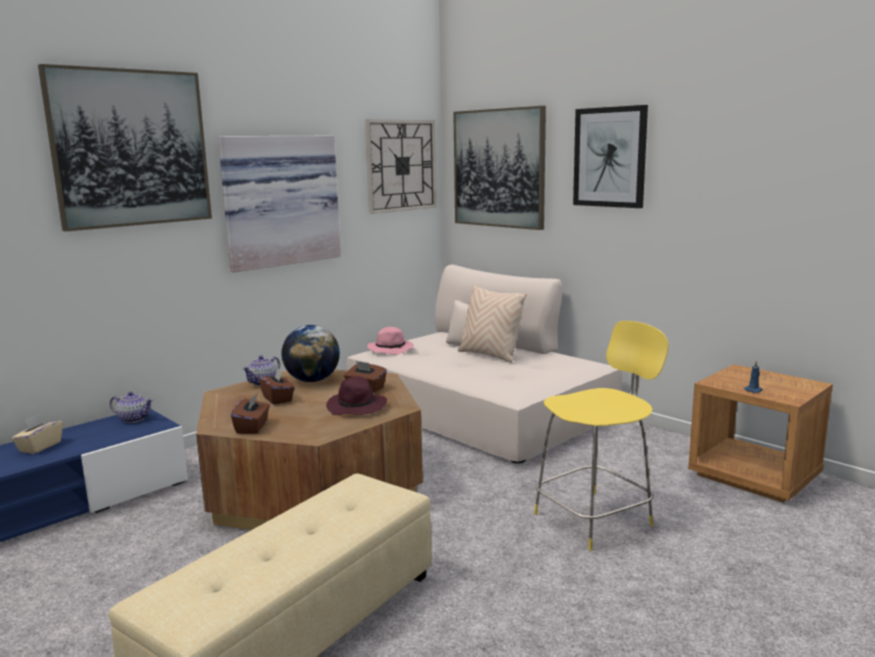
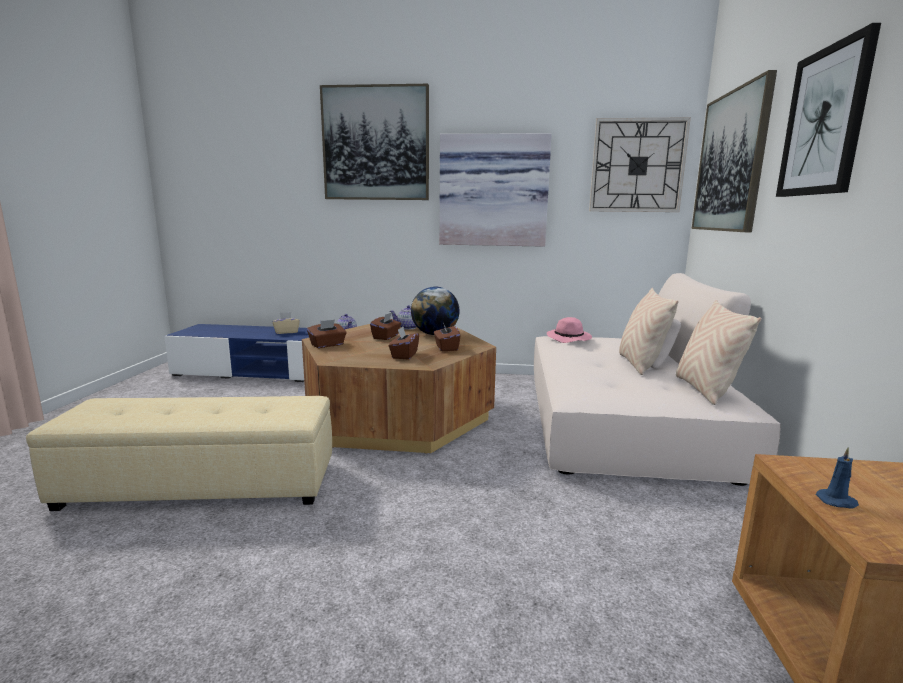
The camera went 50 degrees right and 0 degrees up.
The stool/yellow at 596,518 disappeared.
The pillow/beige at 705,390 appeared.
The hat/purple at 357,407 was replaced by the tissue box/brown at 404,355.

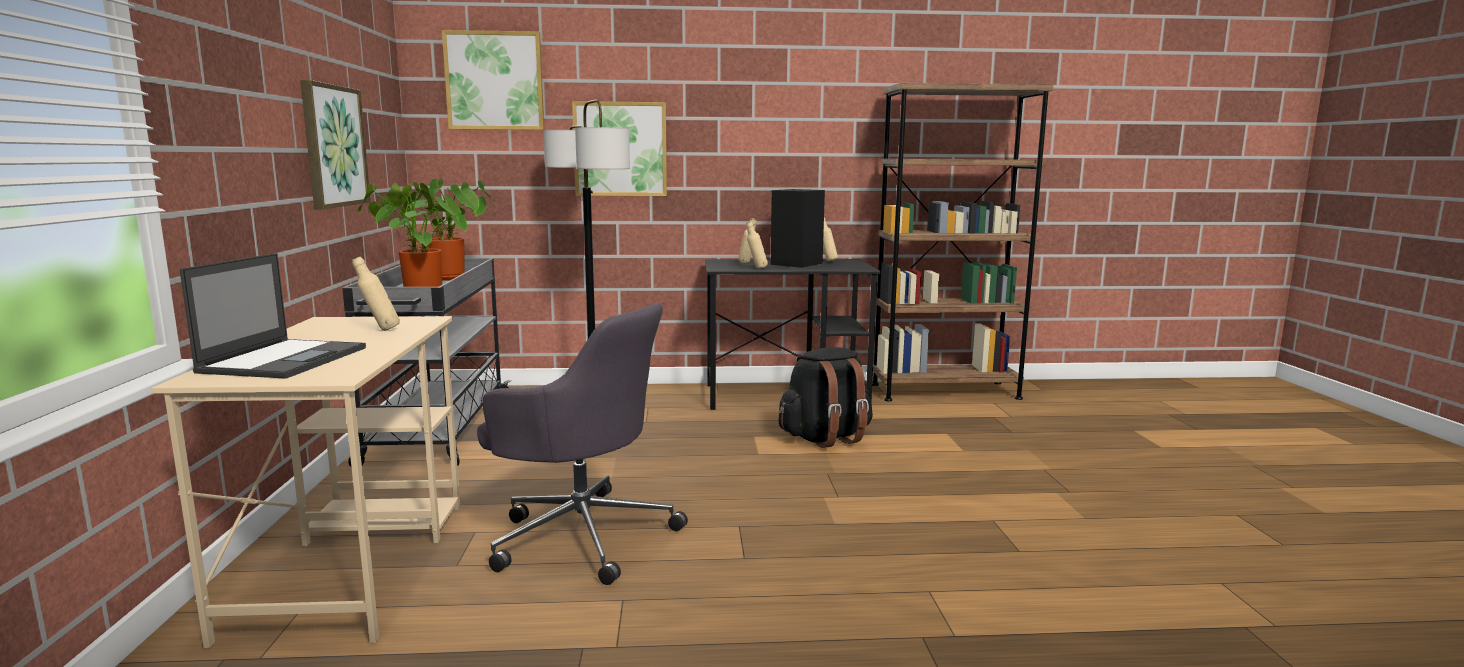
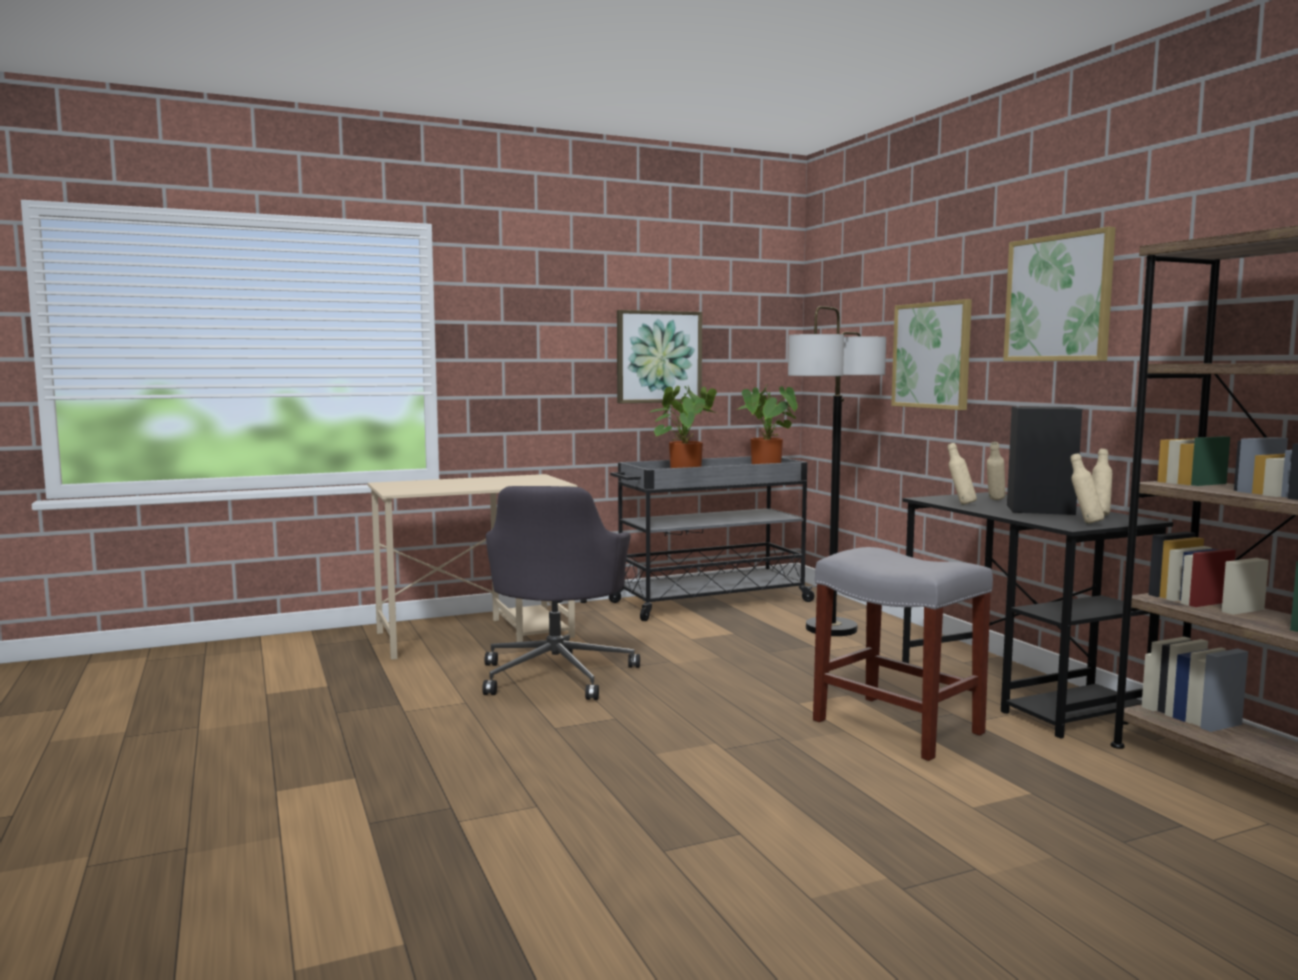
The camera went 70 degrees right and 5 degrees down.
The laptop at 285,359 disappeared.
The bottle/beige moved from 380,330 to 1084,523.
The picture moved from 494,81 to 1059,298.
The backpack/black at 825,438 was replaced by the stool/grey at 895,726.

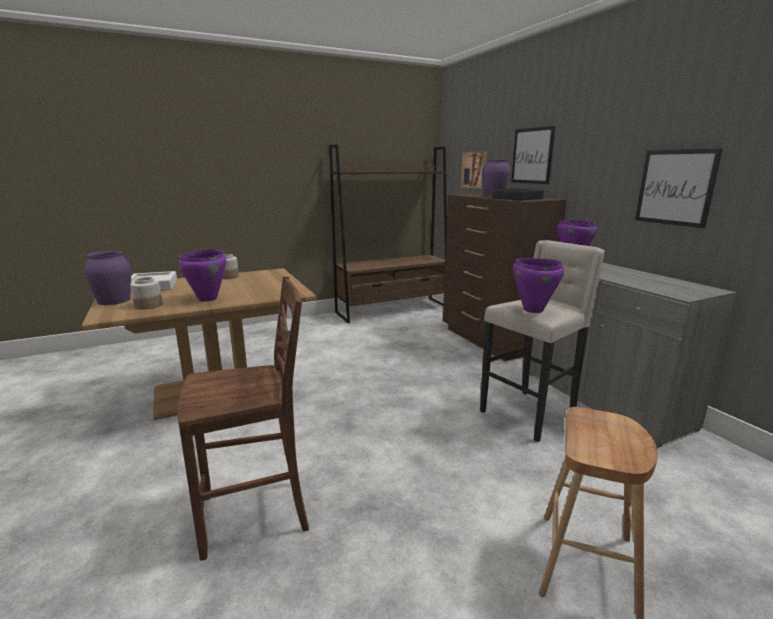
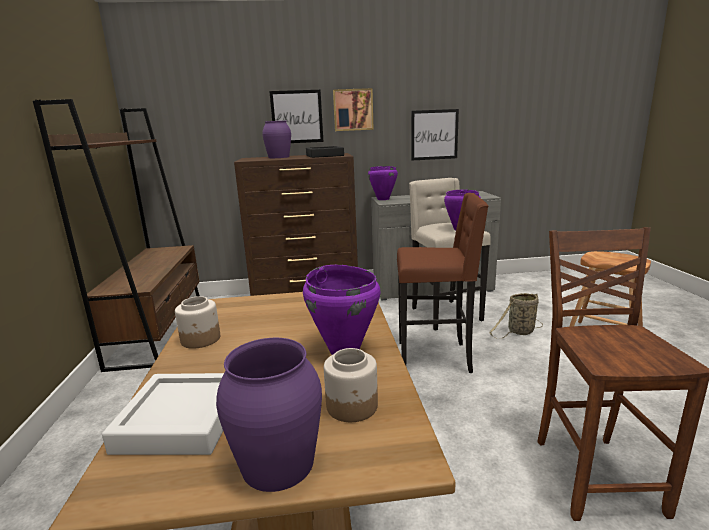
The camera went 70 degrees left and 0 degrees up.
The stool/brown at 435,358 appeared.
The basket at 519,332 appeared.
The picture moved from 475,170 to 353,110.

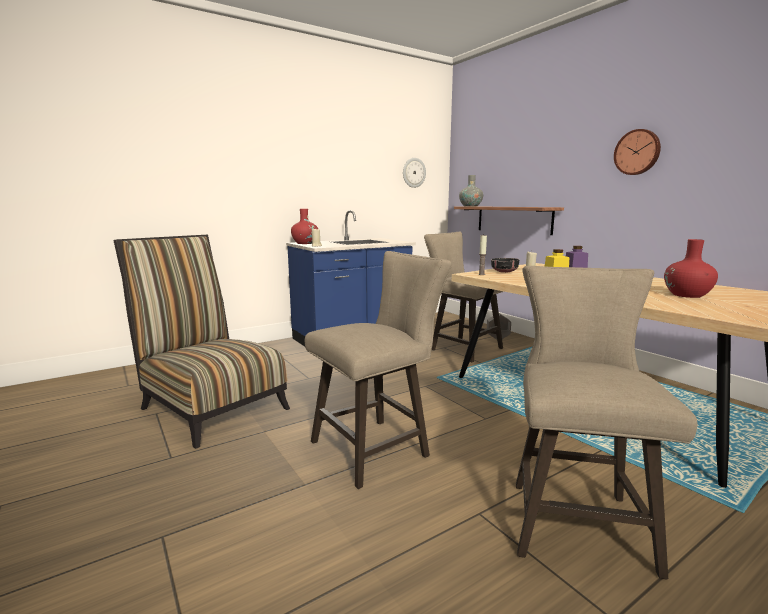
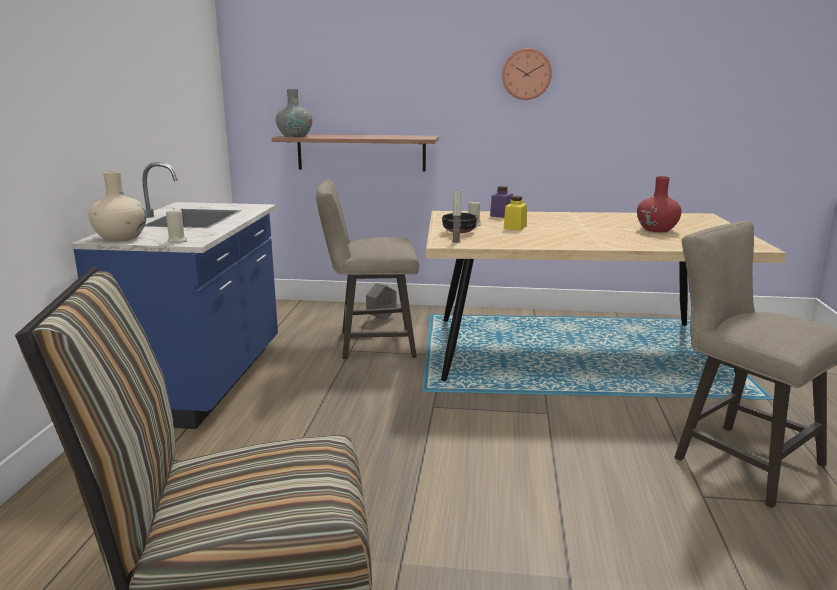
The camera went 50 degrees left and 5 degrees up.
The stool/beige at 377,447 disappeared.
The wall clock at 413,172 disappeared.
The vase/red at 305,243 became the vase/beige at 121,238.

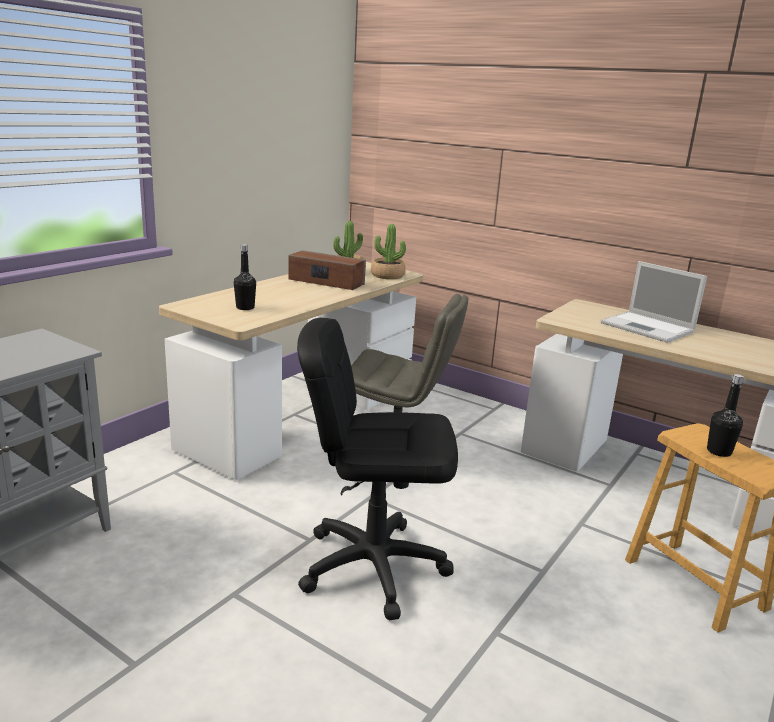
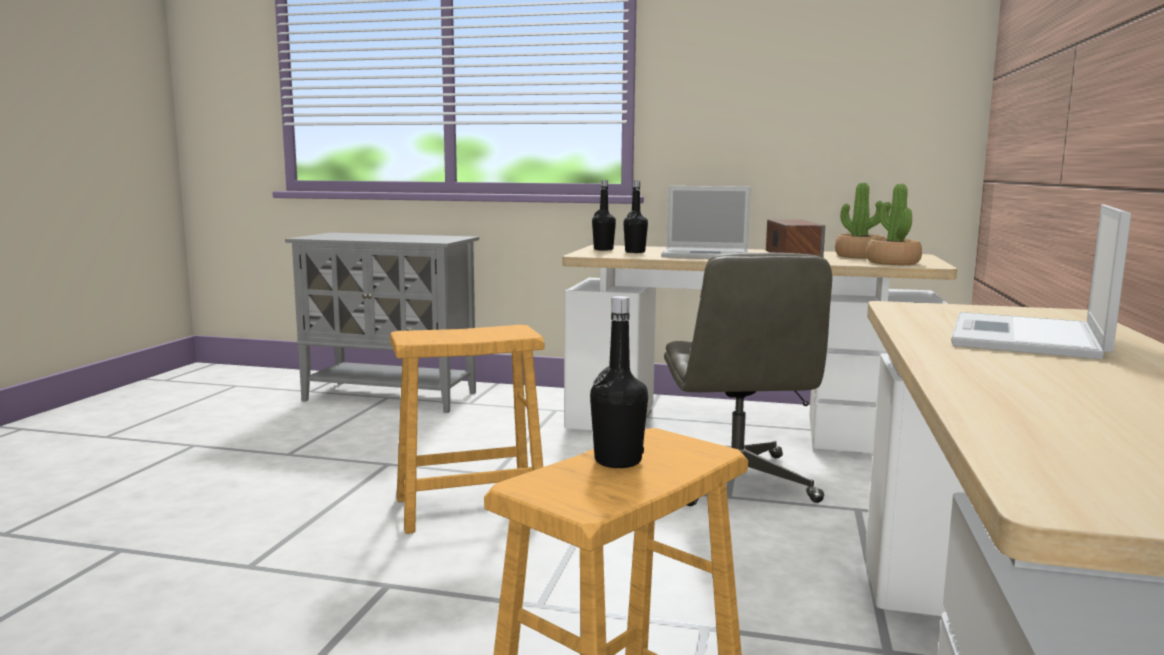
The camera went 70 degrees right and 10 degrees down.
The bottle/black at 603,249 appeared.
The laptop at 707,255 appeared.
The office chair/black at 373,566 was replaced by the stool/brown at 470,506.

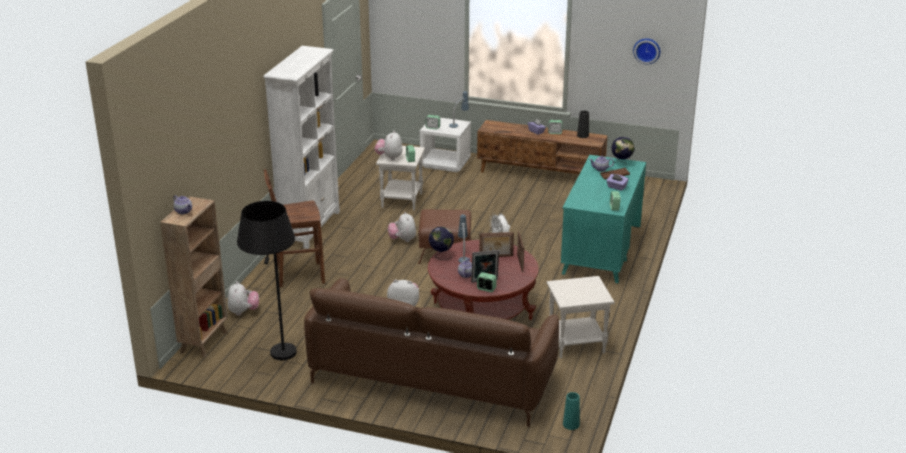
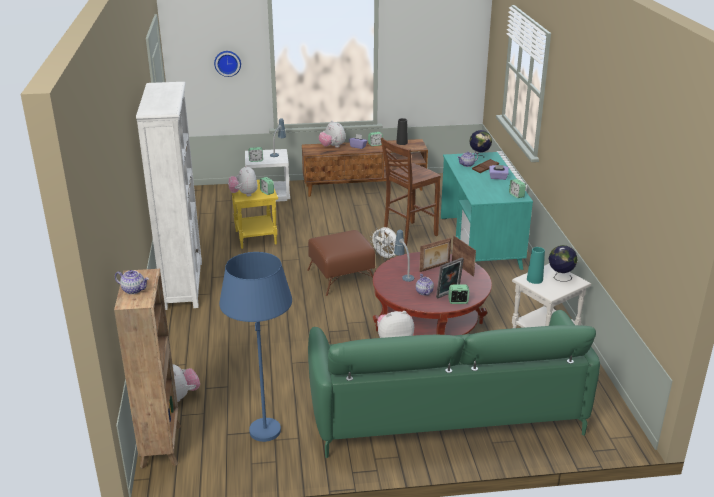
The camera went 25 degrees left and 0 degrees up.
The stool/brown moved from 298,275 to 408,235.
The plush toy moved from 402,240 to 332,146.
The globe moved from 441,256 to 560,277.
The vase/turquoise moved from 571,424 to 534,279.
The wall clock moved from 647,50 to 227,63.
The floor lamp/black at 277,361 became the floor lamp/blue at 265,443.
The sofa/brown at 432,377 became the sofa/green at 445,411.
The side table/white at 402,200 became the side table/yellow at 256,238.

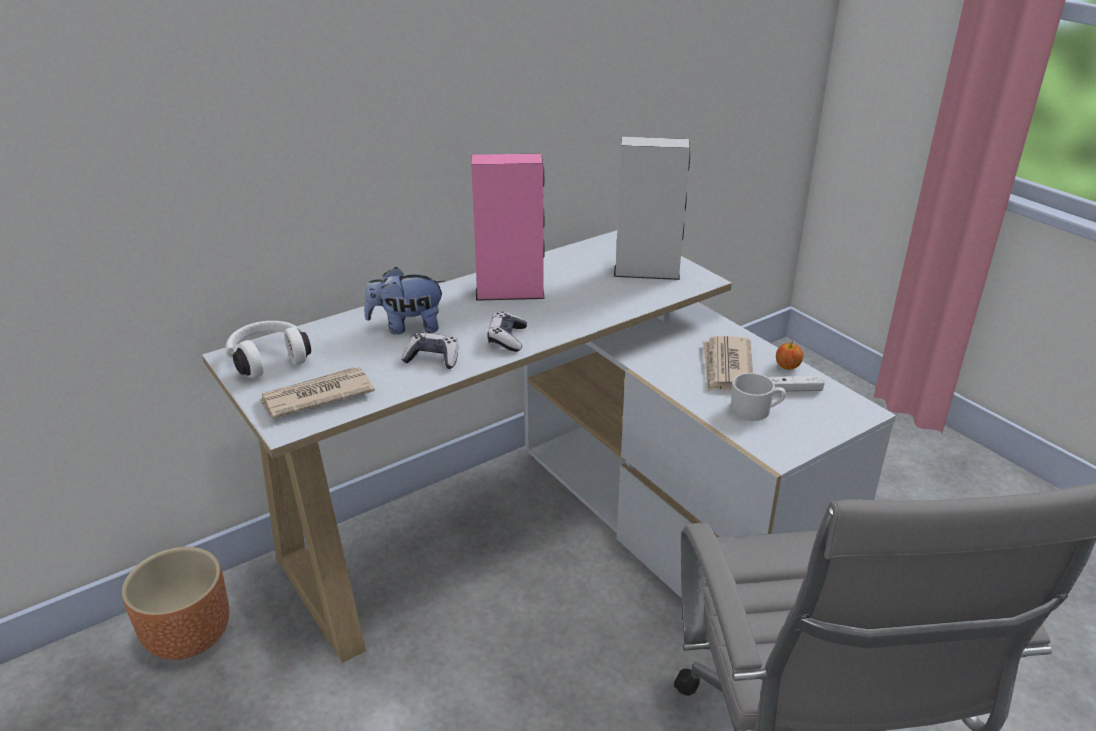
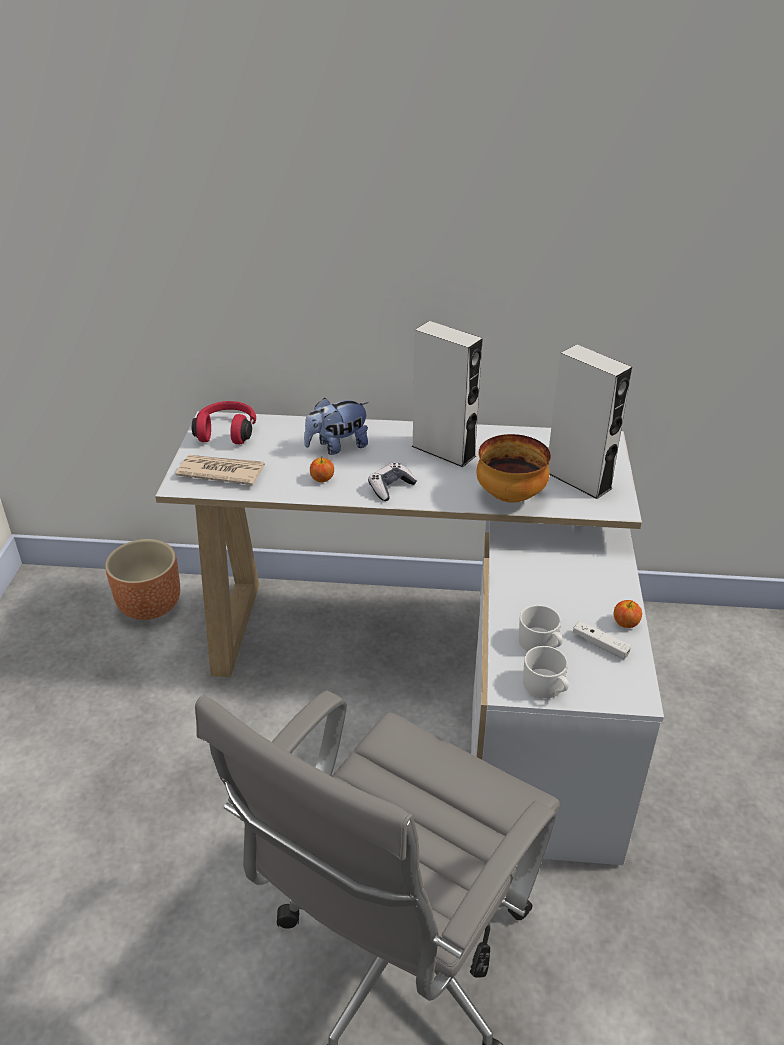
The camera went 40 degrees right and 5 degrees up.
The newspaper at 726,367 disappeared.
The bowl at 509,496 appeared.
The mug/white at 546,687 appeared.
The game controller at 432,358 was replaced by the apple at 322,479.
The headphones/white at 268,359 became the headphones/red at 227,432.
The speaker/pink at 510,293 became the speaker/grey at 443,451.
The plush toy at 407,327 turned 60 degrees counterclockwise.

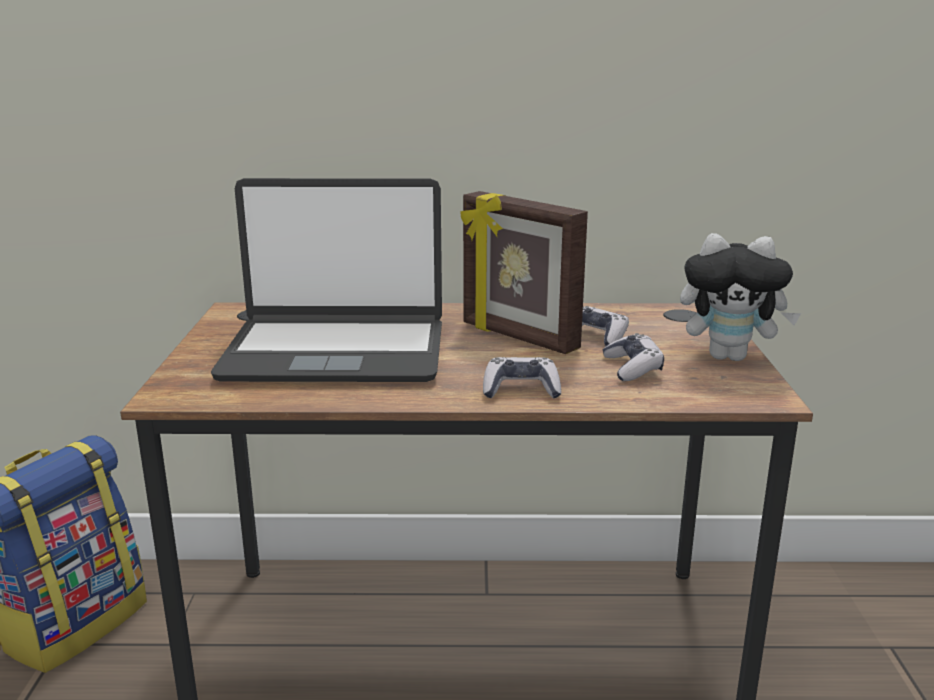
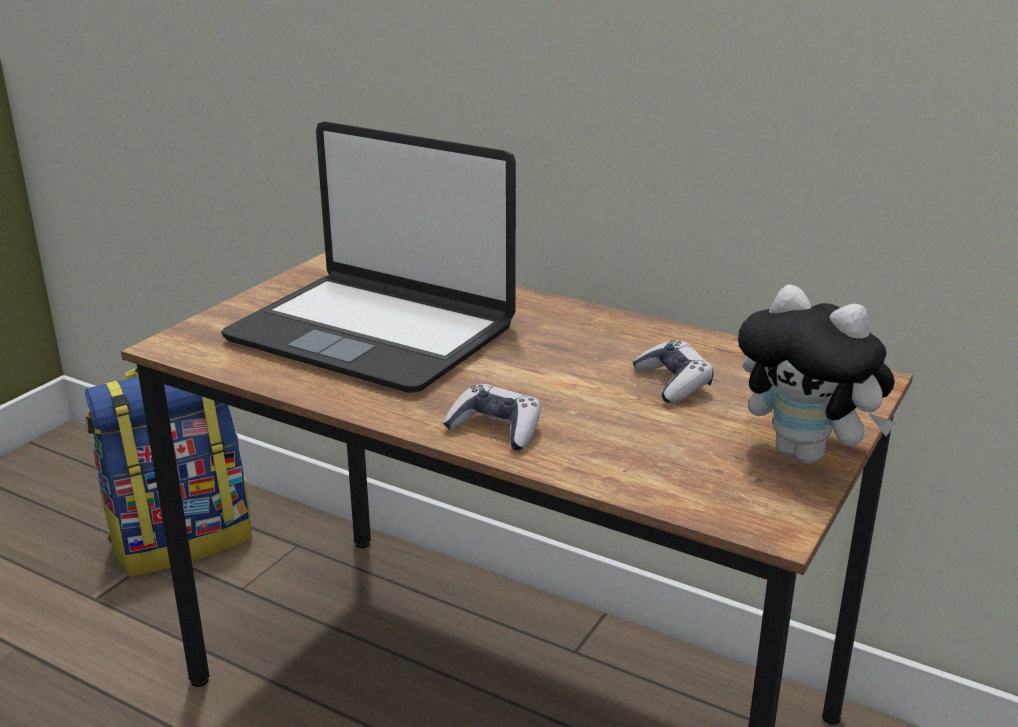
The camera went 30 degrees right and 5 degrees up.
The picture frame at 518,337 disappeared.
The game controller at 632,368 disappeared.

